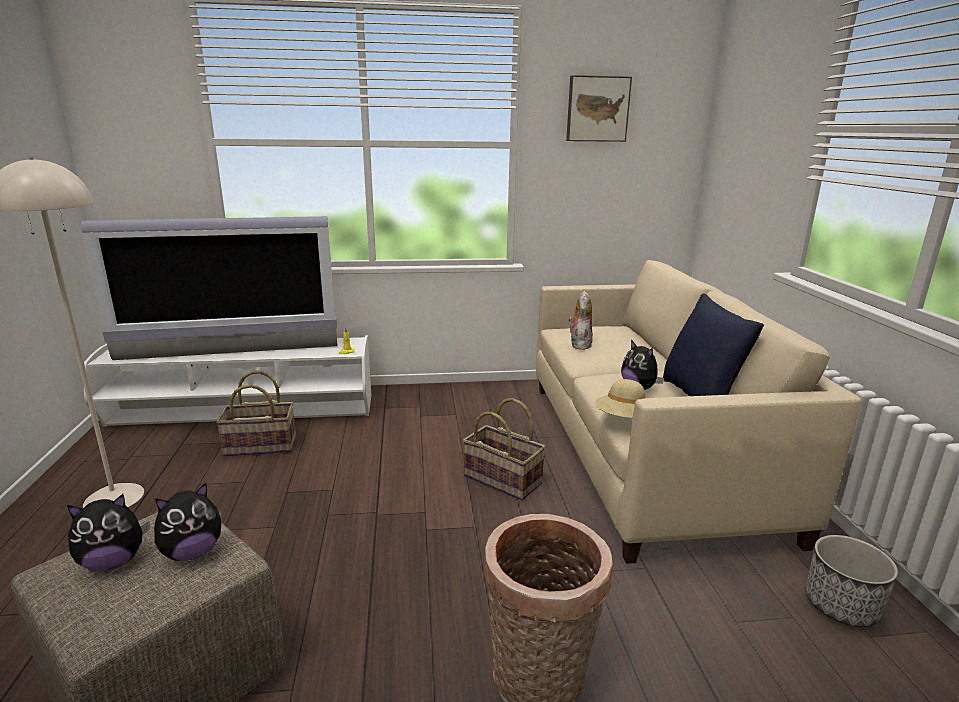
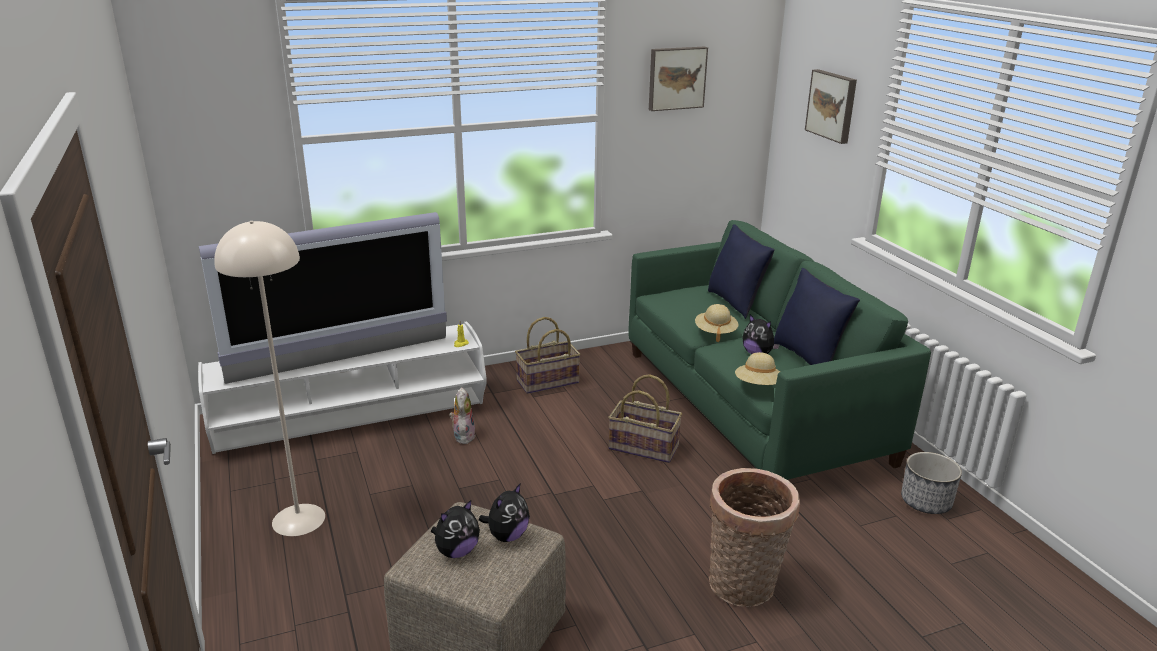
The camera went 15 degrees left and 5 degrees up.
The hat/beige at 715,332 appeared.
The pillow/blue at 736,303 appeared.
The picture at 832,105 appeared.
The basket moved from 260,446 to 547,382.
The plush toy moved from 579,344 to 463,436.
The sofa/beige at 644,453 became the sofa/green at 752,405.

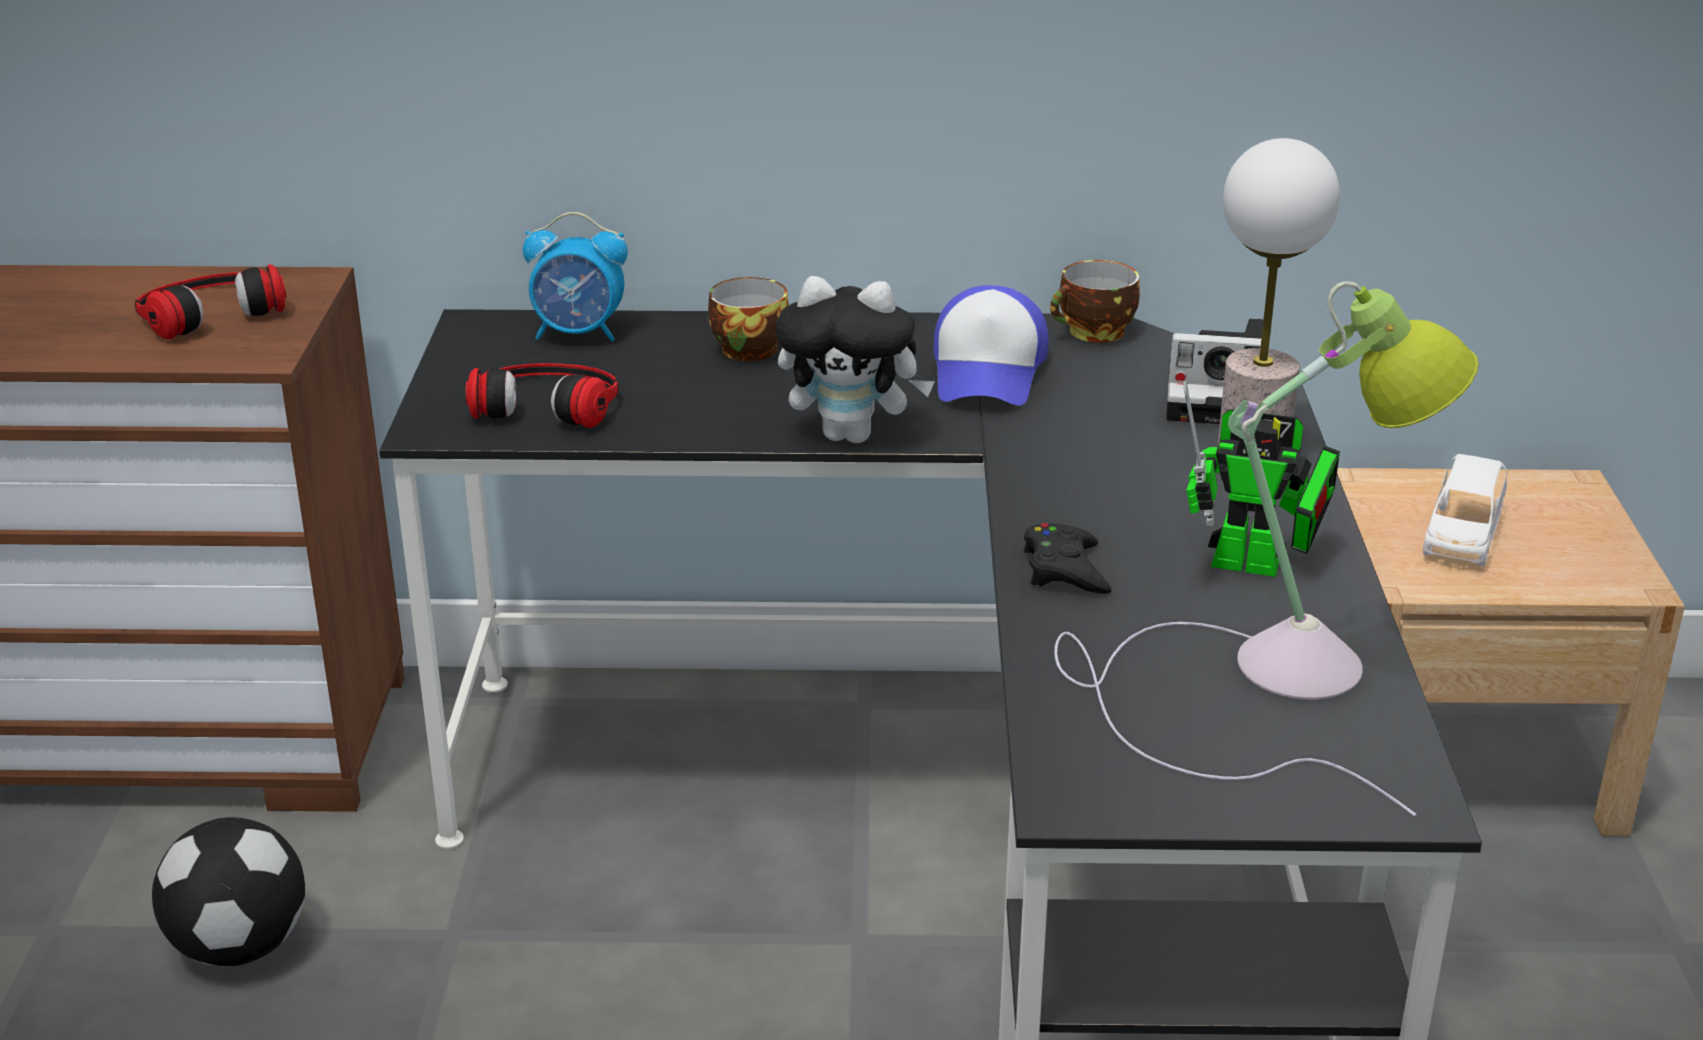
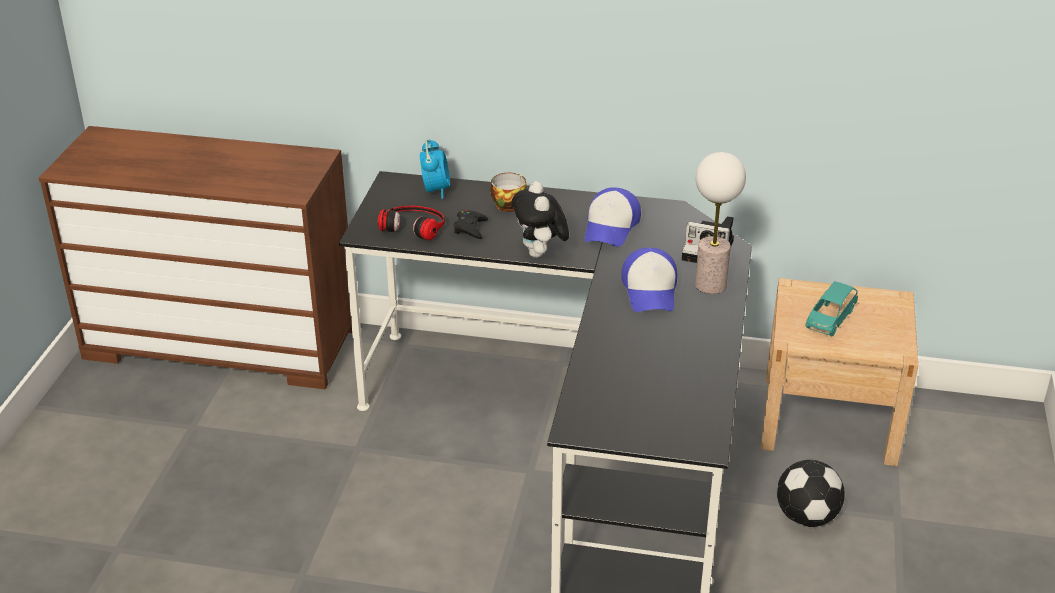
The camera went 10 degrees right and 5 degrees up.
The headphones at 208,311 disappeared.
The cup at 1094,333 disappeared.
The table lamp at 1260,680 disappeared.
The toy robot at 1257,566 disappeared.
The cap at 650,290 appeared.
The football moved from 238,946 to 805,517.
The game controller/black moved from 1064,569 to 470,228.
The toy car/white at 1462,535 became the toy car/turquoise at 830,319.
The alarm clock at 579,334 turned 105 degrees counterclockwise.
The plush toy at 852,435 turned 60 degrees clockwise.

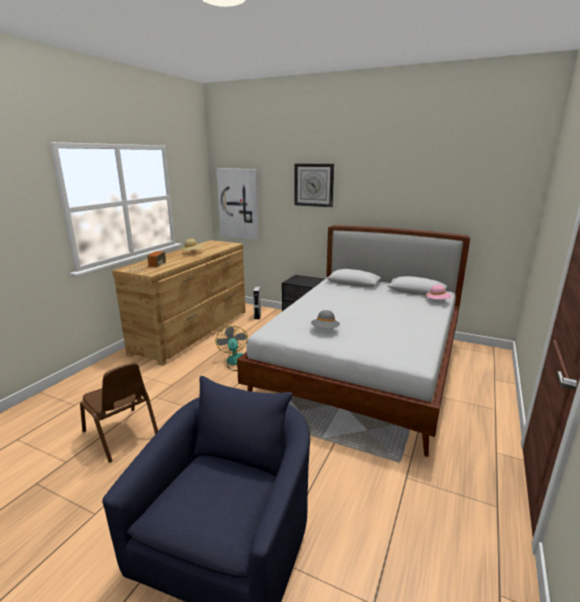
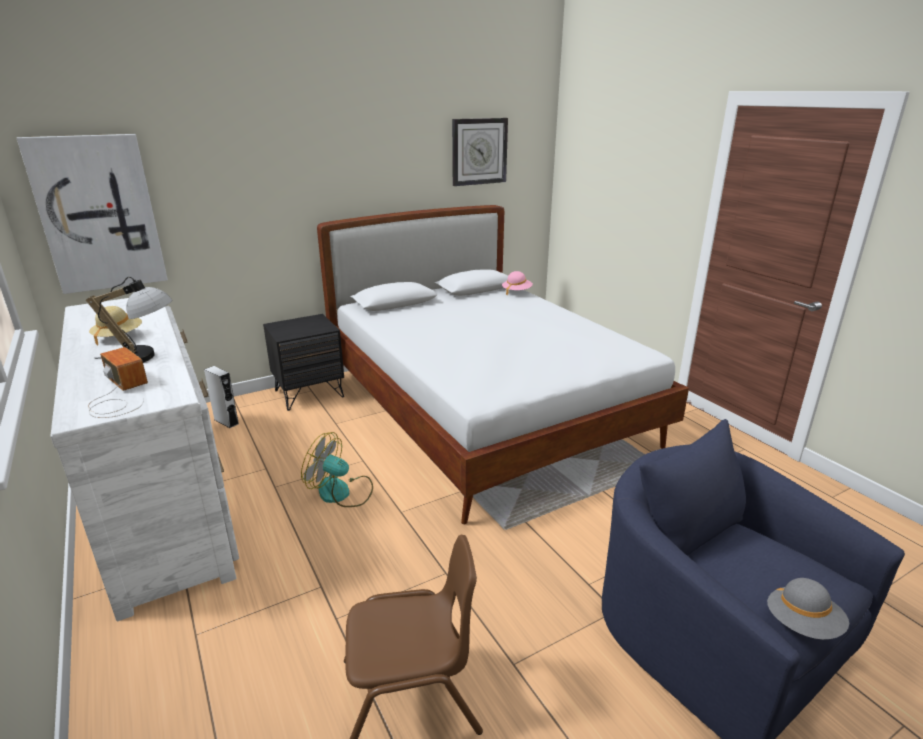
The camera went 55 degrees left and 5 degrees up.
The table lamp at 144,357 appeared.
The wall clock moved from 314,185 to 479,151.
The hat/grey moved from 325,330 to 802,624.
The dresser/brown at 194,331 became the dresser/white at 164,500.

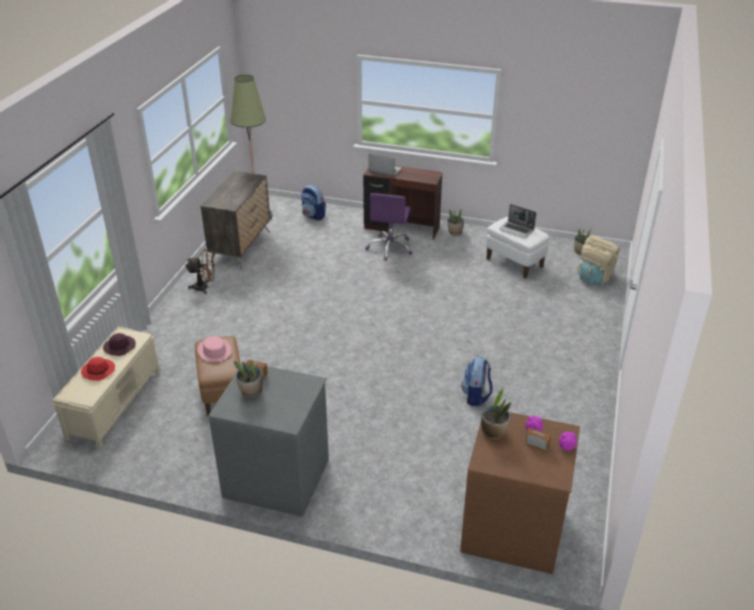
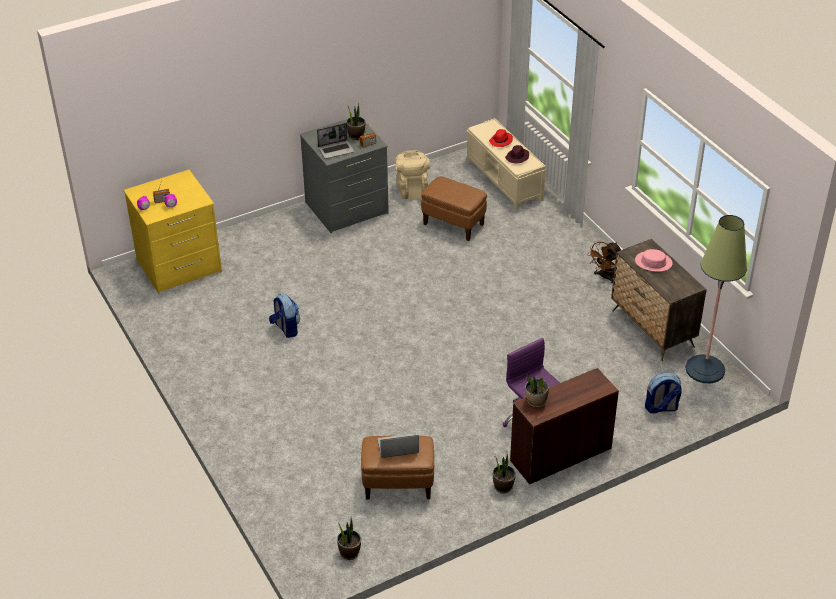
The camera went 135 degrees right and 5 degrees up.
The hat/pink moved from 214,351 to 653,262.
The laptop moved from 384,170 to 336,150.
The potted plant moved from 493,432 to 536,401.
The backpack/beige moved from 595,277 to 412,189.
The dresser/brown at 512,528 became the dresser/yellow at 179,266.
The ottoman/white at 514,263 became the ottoman/brown at 398,485.

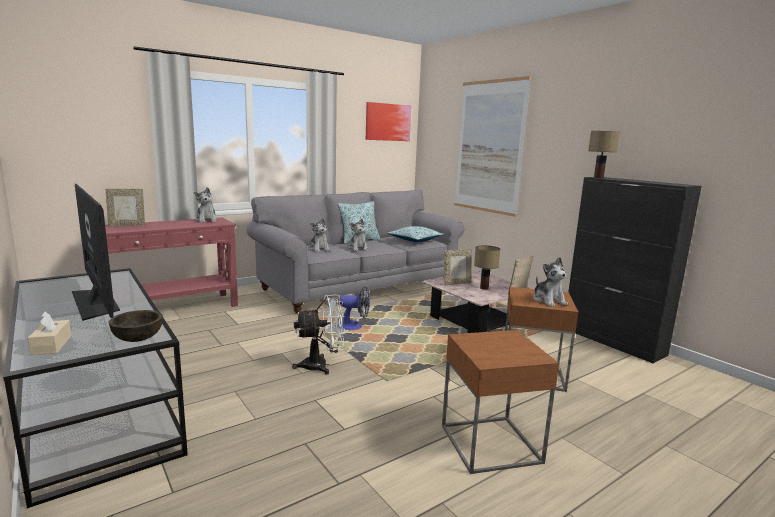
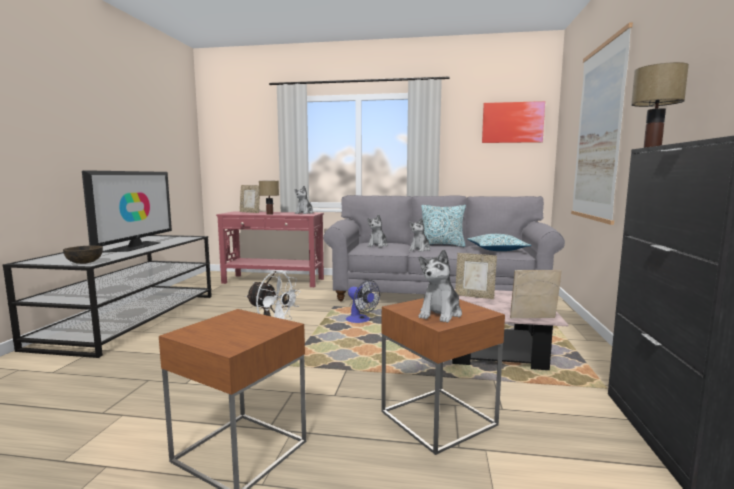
The camera went 45 degrees right and 5 degrees down.
The tissue box/beige at 51,345 disappeared.
The table lamp moved from 484,288 to 270,214.

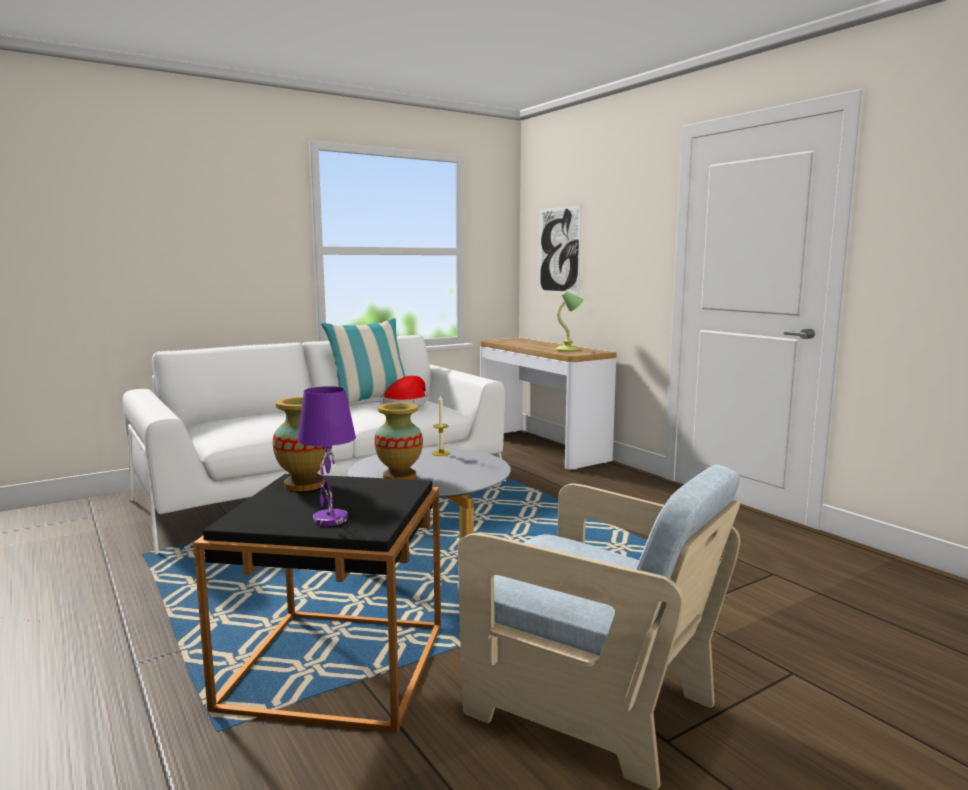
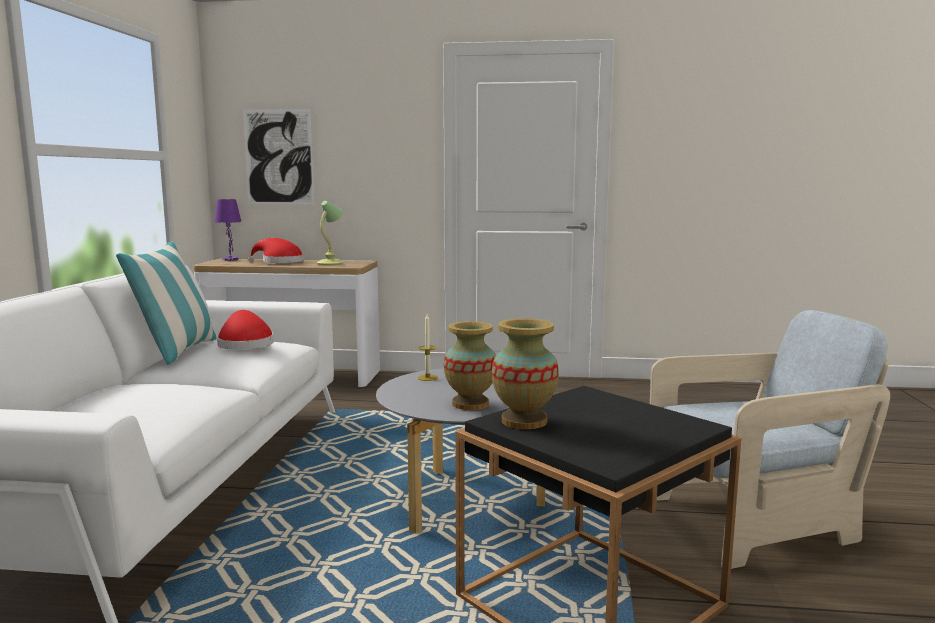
The camera went 50 degrees left and 0 degrees up.
The hat/red at 279,262 appeared.
The table lamp/purple moved from 330,520 to 230,259.

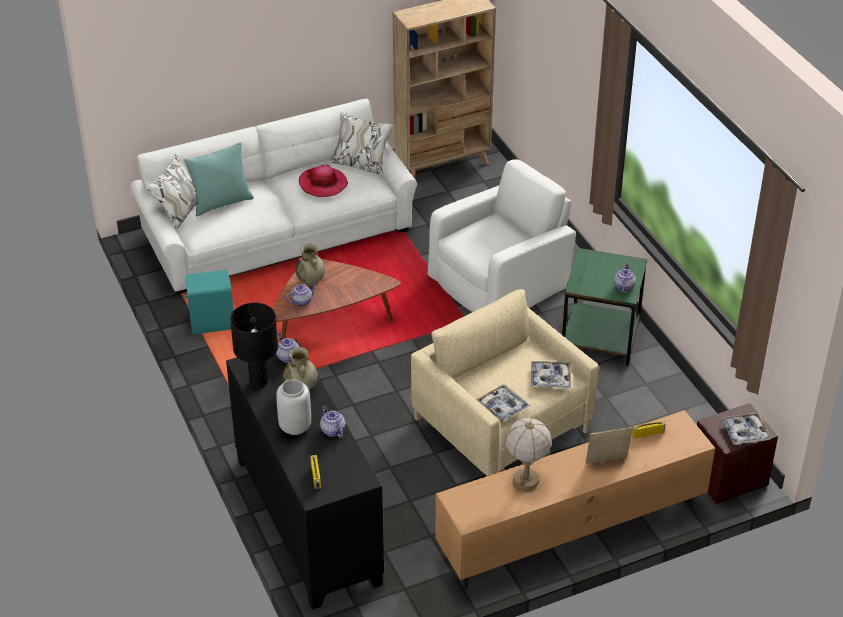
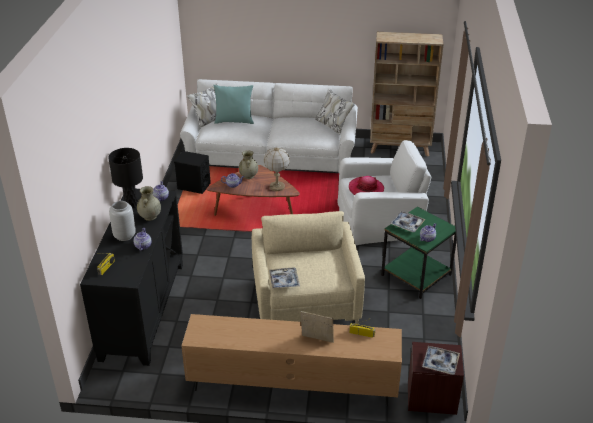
The camera went 30 degrees right and 5 degrees down.
The hat moved from 323,184 to 366,189.
The table lamp moved from 525,480 to 277,187.
The tray moved from 550,378 to 407,224.
The speaker/turquoise at 212,322 became the speaker/black at 193,186.

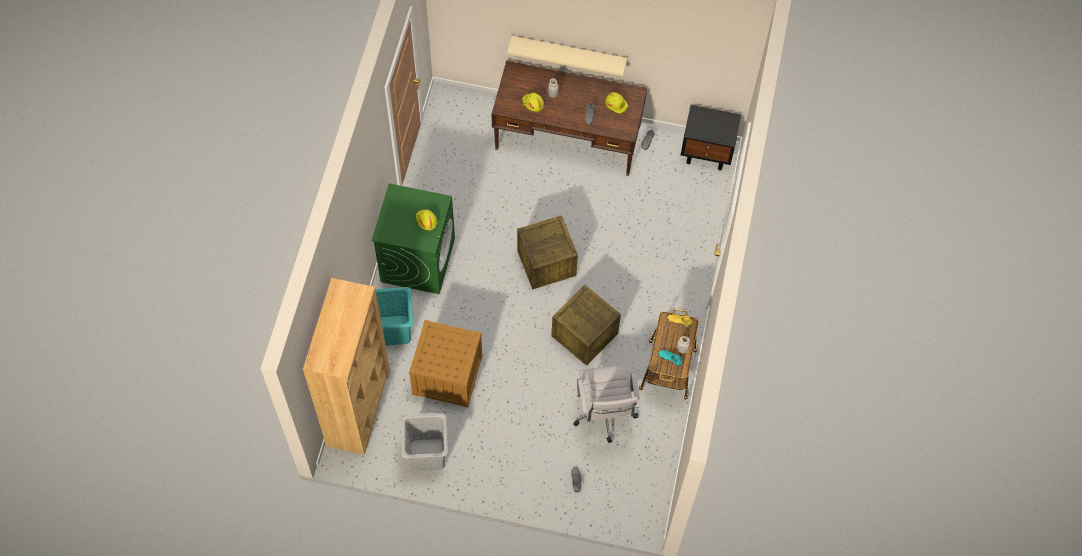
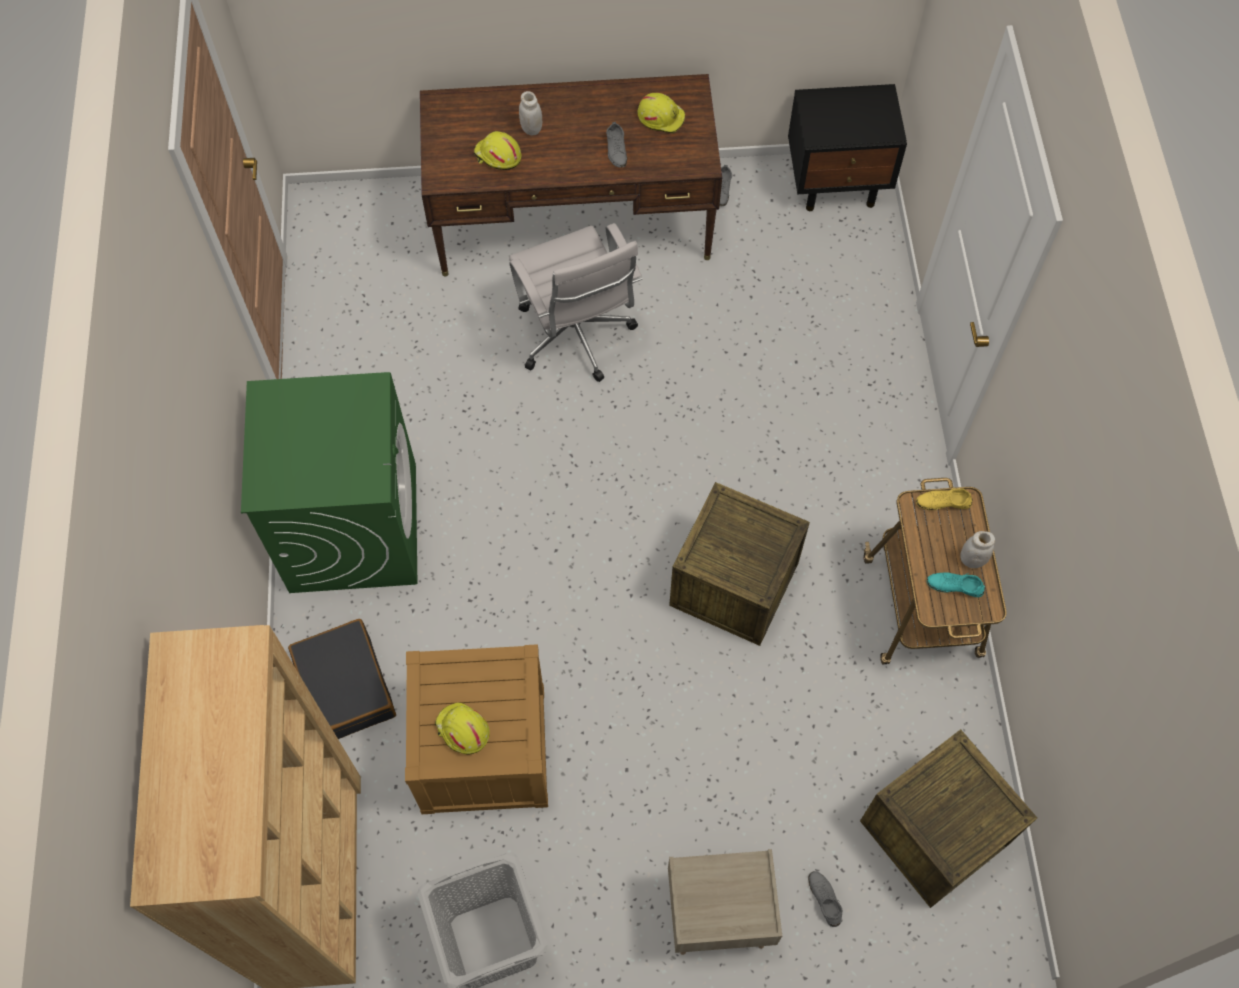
The camera went 15 degrees left and 0 degrees up.
The shelf/beige at 568,53 disappeared.
The nightstand/beige at 717,917 appeared.
The hard hat/yellow moved from 426,221 to 462,730.
The crate moved from 546,263 to 934,832.
The office chair/white moved from 604,415 to 576,339.
The laundry basket/turquoise at 394,330 was replaced by the suitcase/black at 344,687.

